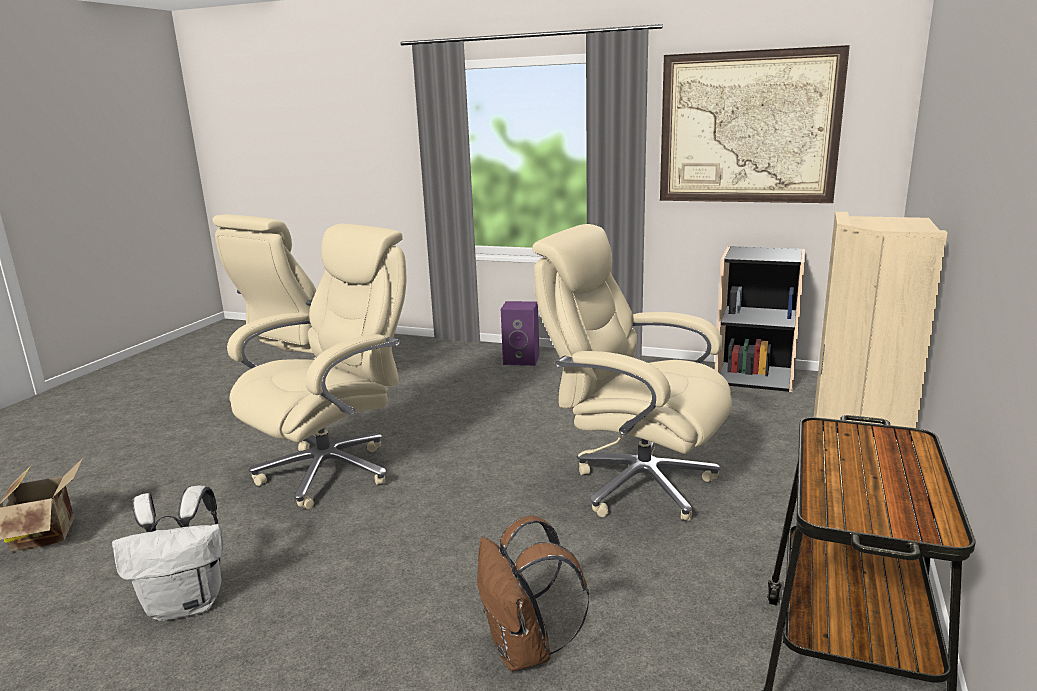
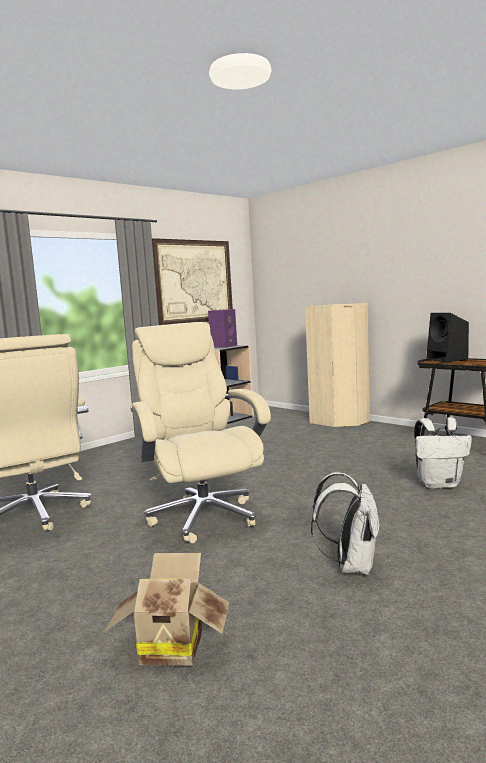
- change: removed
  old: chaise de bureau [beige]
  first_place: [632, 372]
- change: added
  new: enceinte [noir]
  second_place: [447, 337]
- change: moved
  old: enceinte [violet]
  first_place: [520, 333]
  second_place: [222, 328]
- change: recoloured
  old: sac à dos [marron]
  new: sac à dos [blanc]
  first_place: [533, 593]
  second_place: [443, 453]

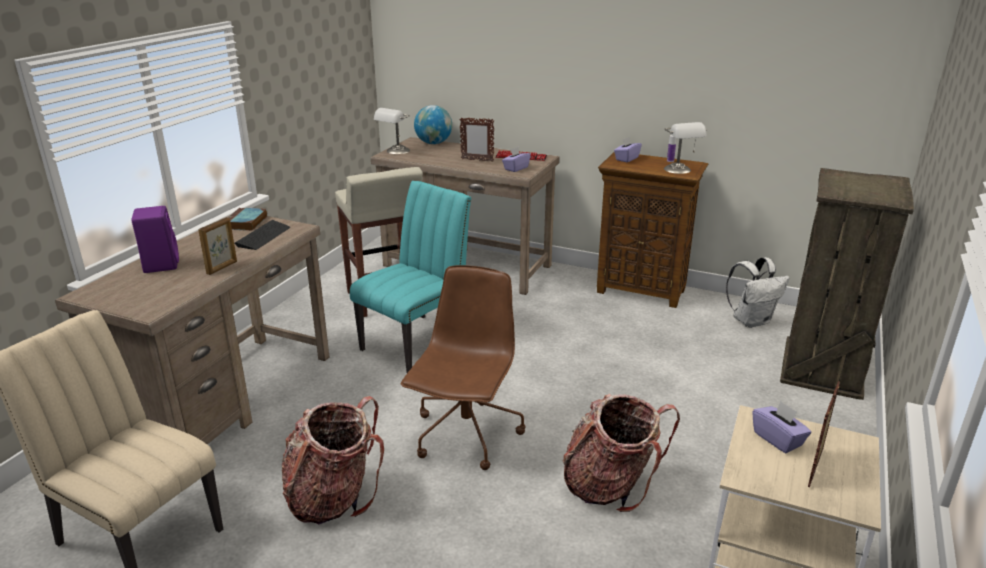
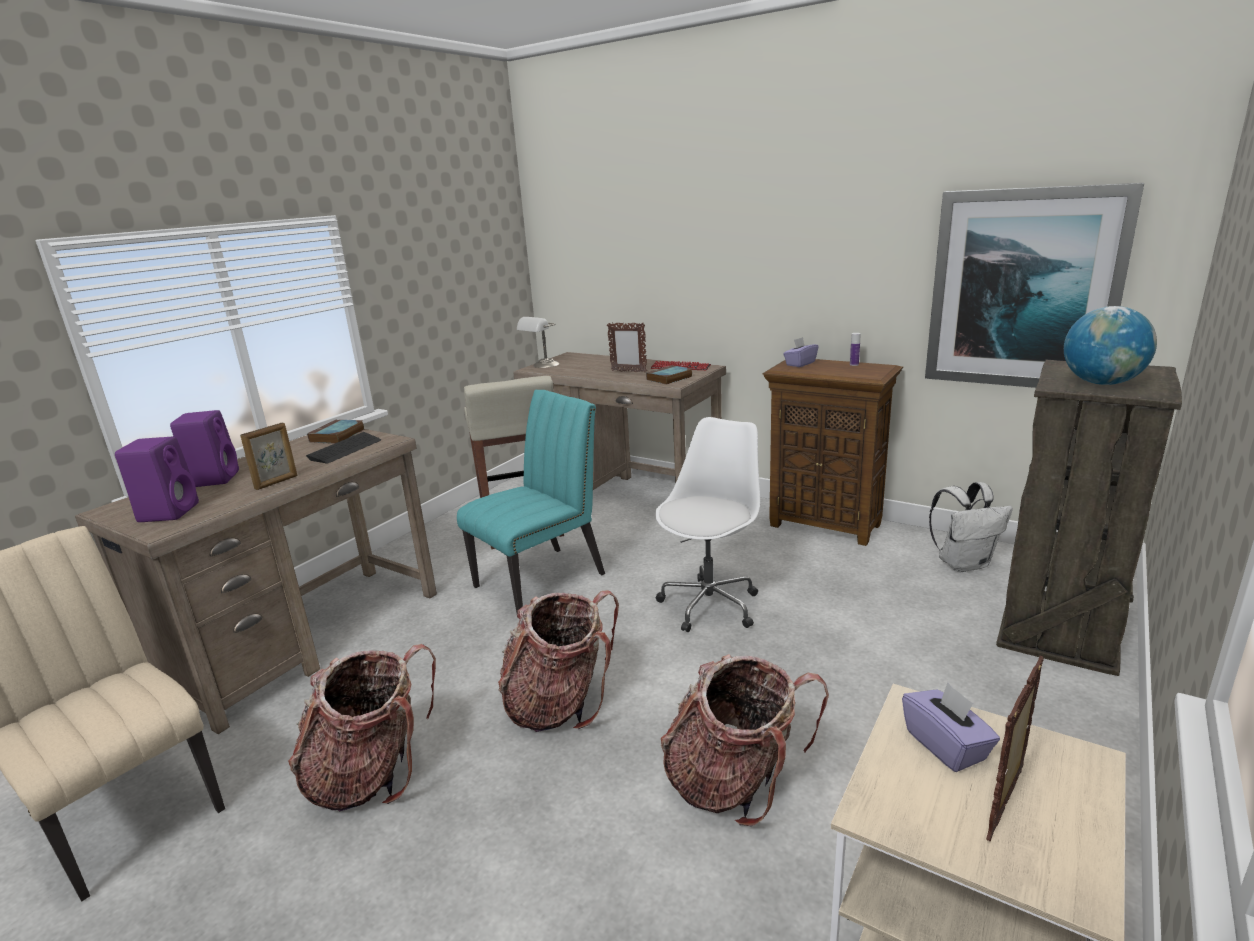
- change: removed
  old: lampe de table [blanc]
  first_place: [685, 148]
- change: added
  new: enceinte [violet]
  second_place: [157, 479]
- change: added
  new: chaise de bureau [blanc]
  second_place: [707, 524]
- change: added
  new: tableau
  second_place: [1034, 285]
- change: moved
  old: globe
  first_place: [433, 124]
  second_place: [1110, 345]
- change: replaced
  old: chaise de bureau [marron]
  new: sac à dos
  first_place: [463, 367]
  second_place: [558, 661]
- change: replaced
  old: boîte à mouchoirs [violet]
  new: livre
  first_place: [516, 159]
  second_place: [669, 375]

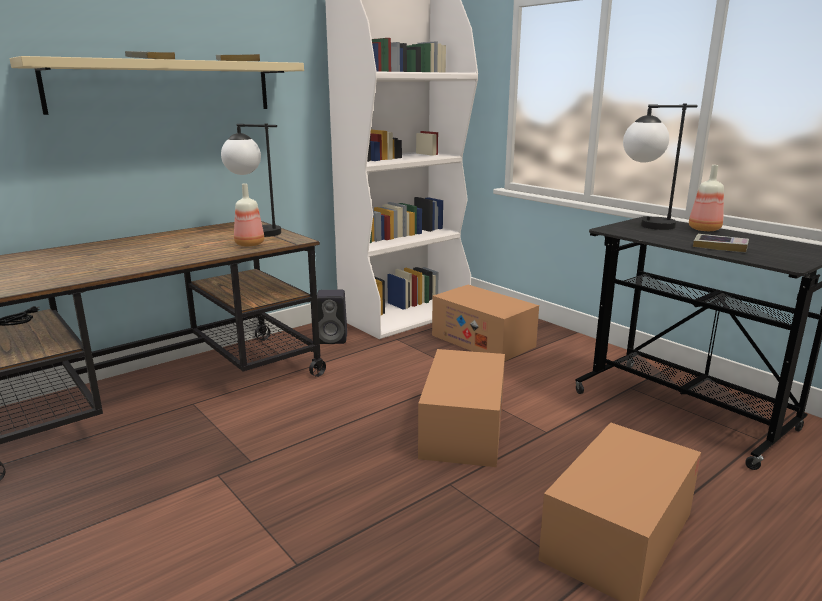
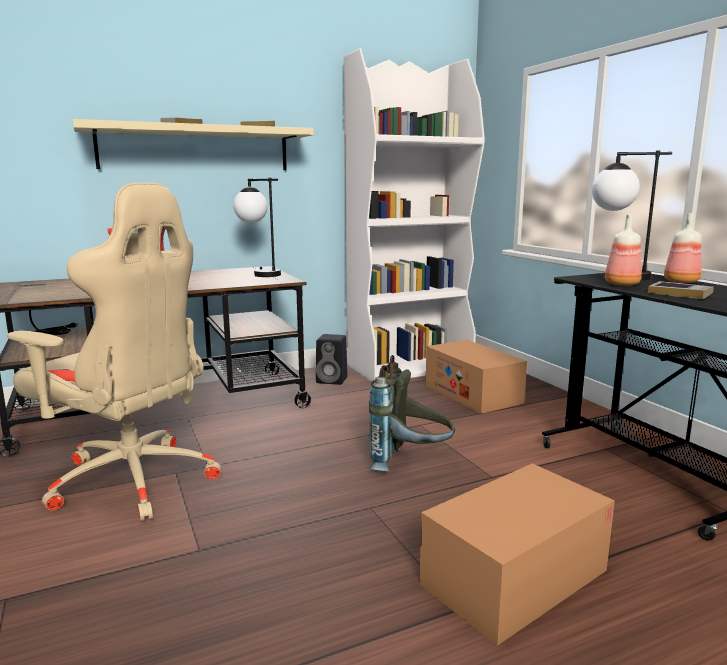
- change: added
  new: chaise de bureau [beige]
  second_place: [114, 352]
- change: moved
  old: bouteille
  first_place: [249, 215]
  second_place: [623, 250]
- change: replaced
  old: carton
  new: sac à dos [gris]
  first_place: [461, 408]
  second_place: [412, 413]

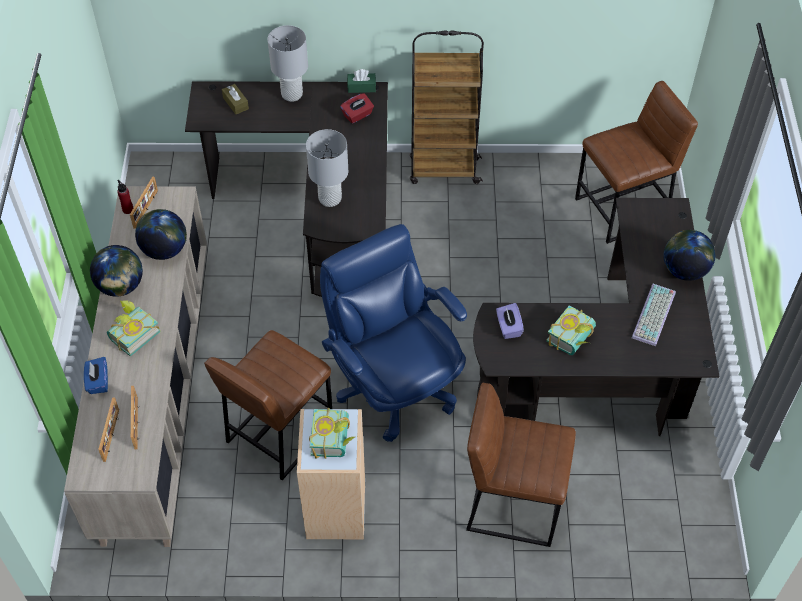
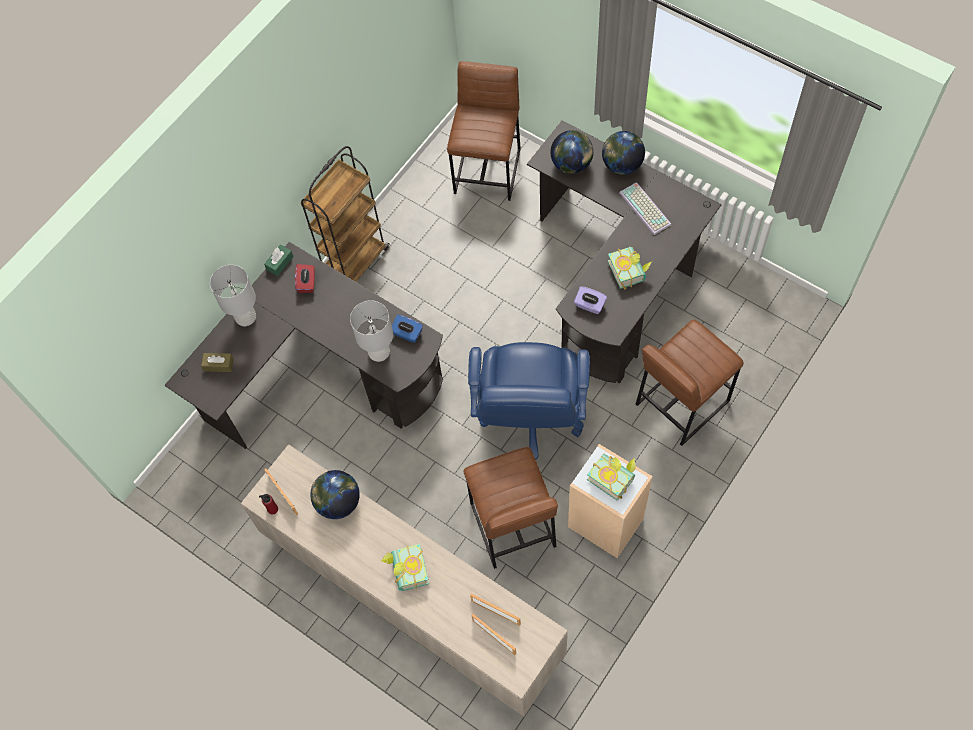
- change: moved
  old: boîte à mouchoirs [bleu]
  first_place: [96, 375]
  second_place: [407, 329]
- change: moved
  old: globe
  first_place: [116, 271]
  second_place: [571, 152]
- change: turned
  old: chaise de bureau [bleu]
  first_place: [393, 333]
  second_place: [529, 401]
  degrees: -90

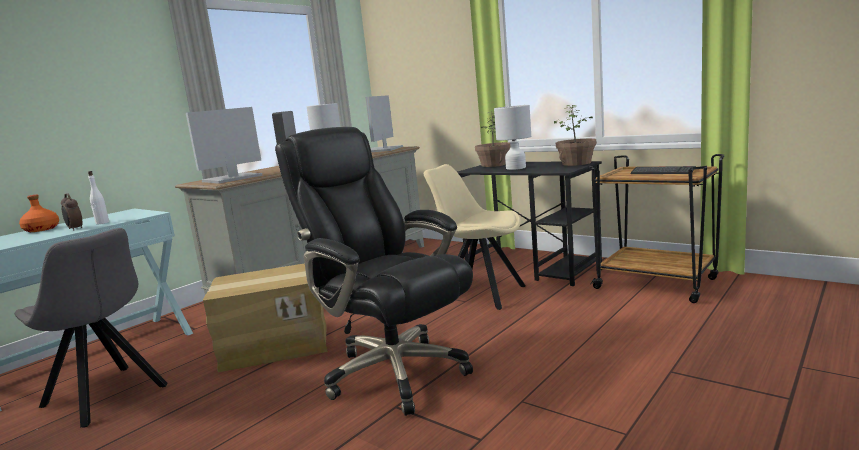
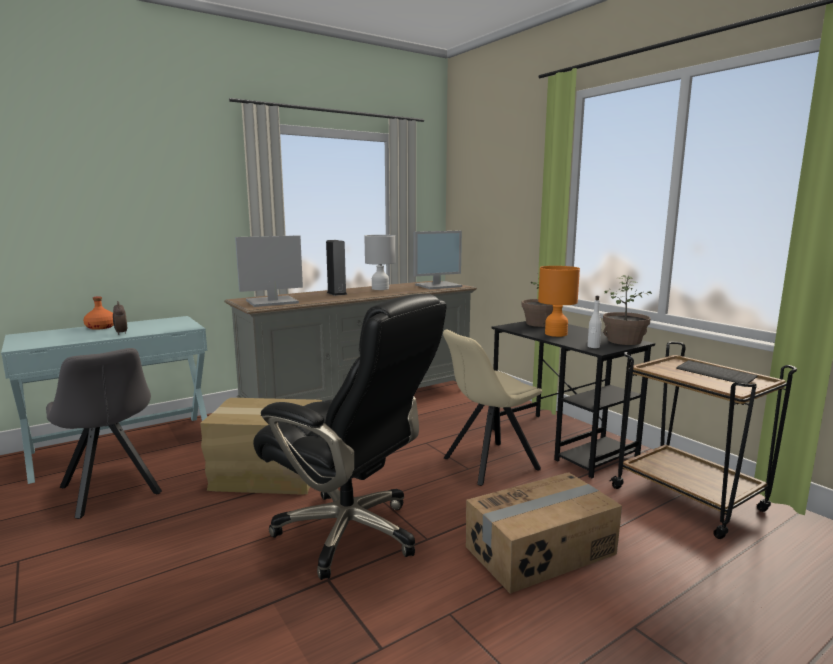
- change: added
  new: carton
  second_place: [544, 533]
- change: moved
  old: bouteille [blanc]
  first_place: [98, 197]
  second_place: [594, 322]
- change: recoloured
  old: lampe de table [gris]
  new: lampe de table [orange]
  first_place: [512, 137]
  second_place: [559, 301]
- change: turned
  old: chaise de bureau [noir]
  first_place: [374, 271]
  second_place: [350, 437]
  degrees: 150
- change: turned
  old: écran d'ordinateur
  first_place: [384, 123]
  second_place: [438, 260]
  degrees: -150
- change: turned
  old: chaise [beige]
  first_place: [474, 237]
  second_place: [492, 407]
  degrees: -75

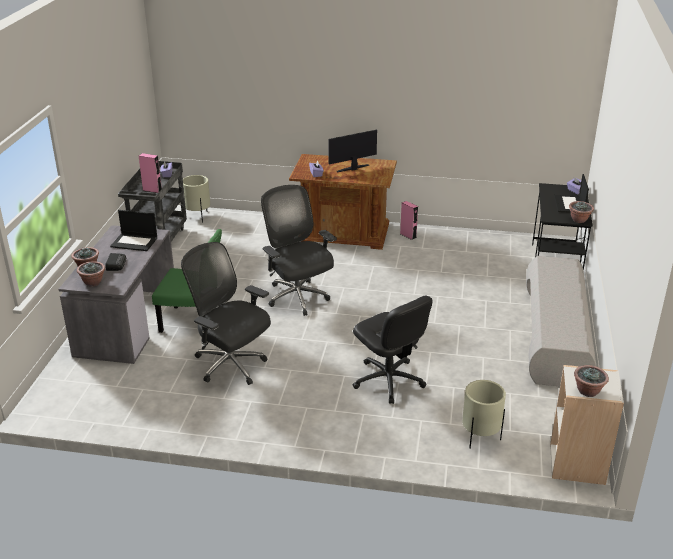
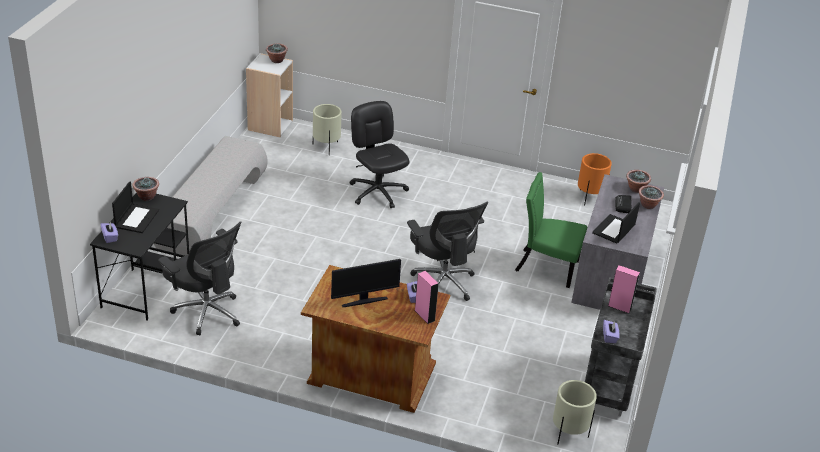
- change: added
  new: cache-pot [orange]
  second_place: [595, 179]
- change: moved
  old: chaise de bureau
  first_place: [226, 313]
  second_place: [199, 278]
- change: moved
  old: enceinte [rose]
  first_place: [409, 220]
  second_place: [427, 297]
- change: turned
  old: ordinateur portable
  first_place: [133, 230]
  second_place: [616, 223]
  degrees: -75

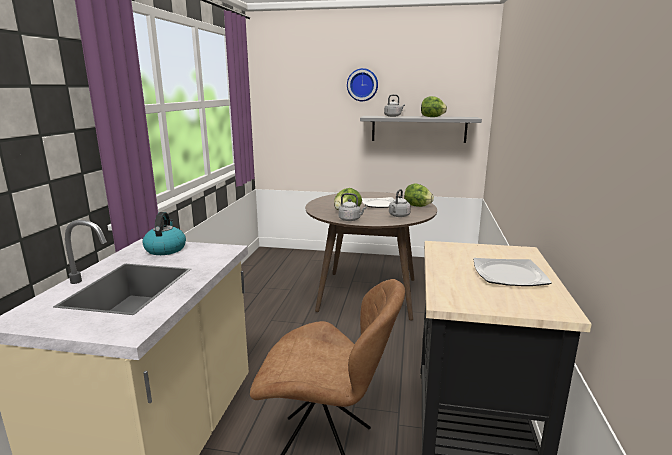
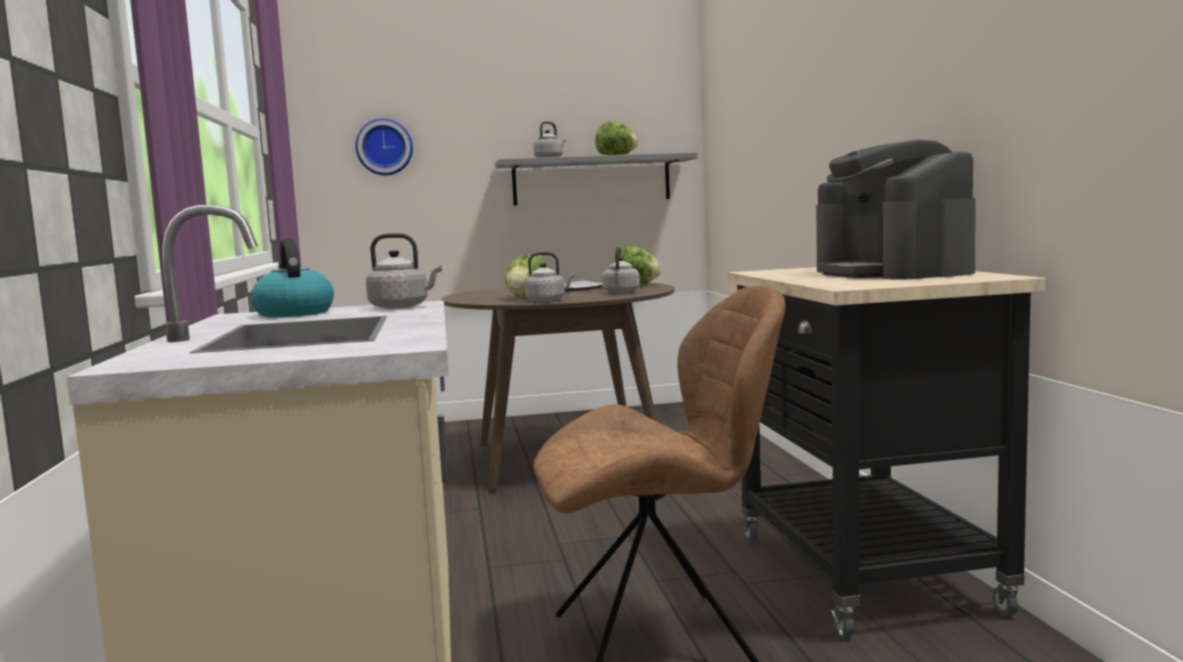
- change: added
  new: bouilloire [gris]
  second_place: [404, 271]
- change: moved
  old: horloge murale
  first_place: [362, 84]
  second_place: [384, 147]
- change: replaced
  old: assiette
  new: machine à café
  first_place: [512, 272]
  second_place: [895, 209]

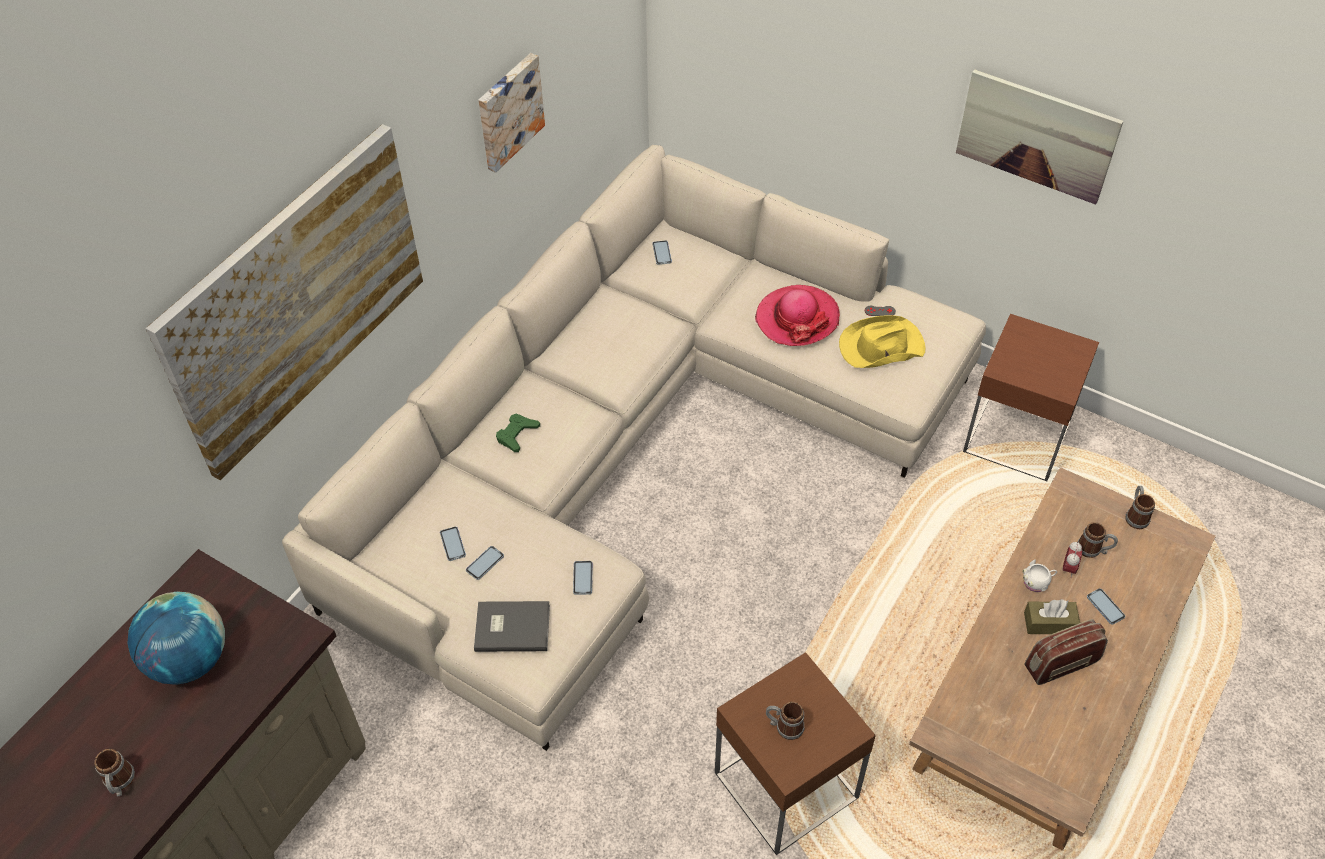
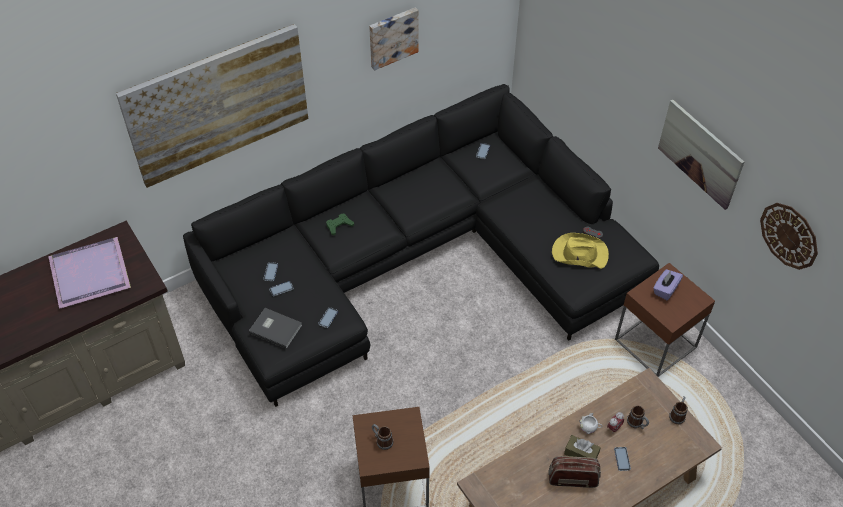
- change: removed
  old: mug
  first_place: [114, 772]
- change: removed
  old: chapeau
  first_place: [797, 315]
- change: added
  new: boîte à mouchoirs [violet]
  second_place: [668, 284]
- change: added
  new: horloge murale
  second_place: [789, 236]
- change: replaced
  old: globe
  new: plateau [violet]
  first_place: [176, 638]
  second_place: [89, 273]
- change: recoloured
  old: canapé [beige]
  new: canapé [noir]
  first_place: [634, 448]
  second_place: [421, 245]

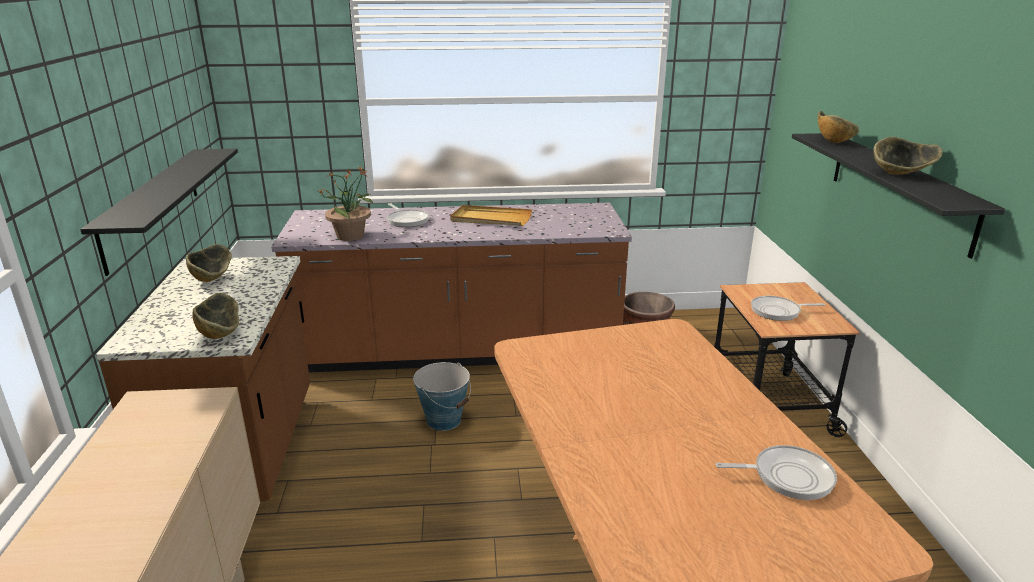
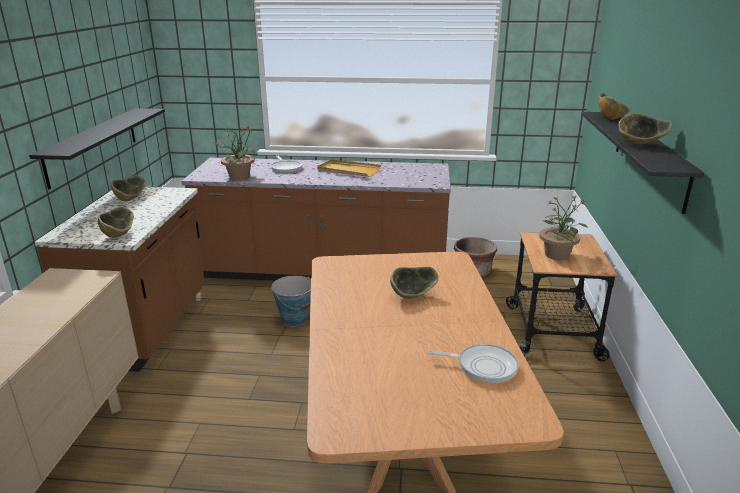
- change: added
  new: bol
  second_place: [414, 283]
- change: replaced
  old: poêle
  new: plante en pot
  first_place: [788, 308]
  second_place: [563, 227]

